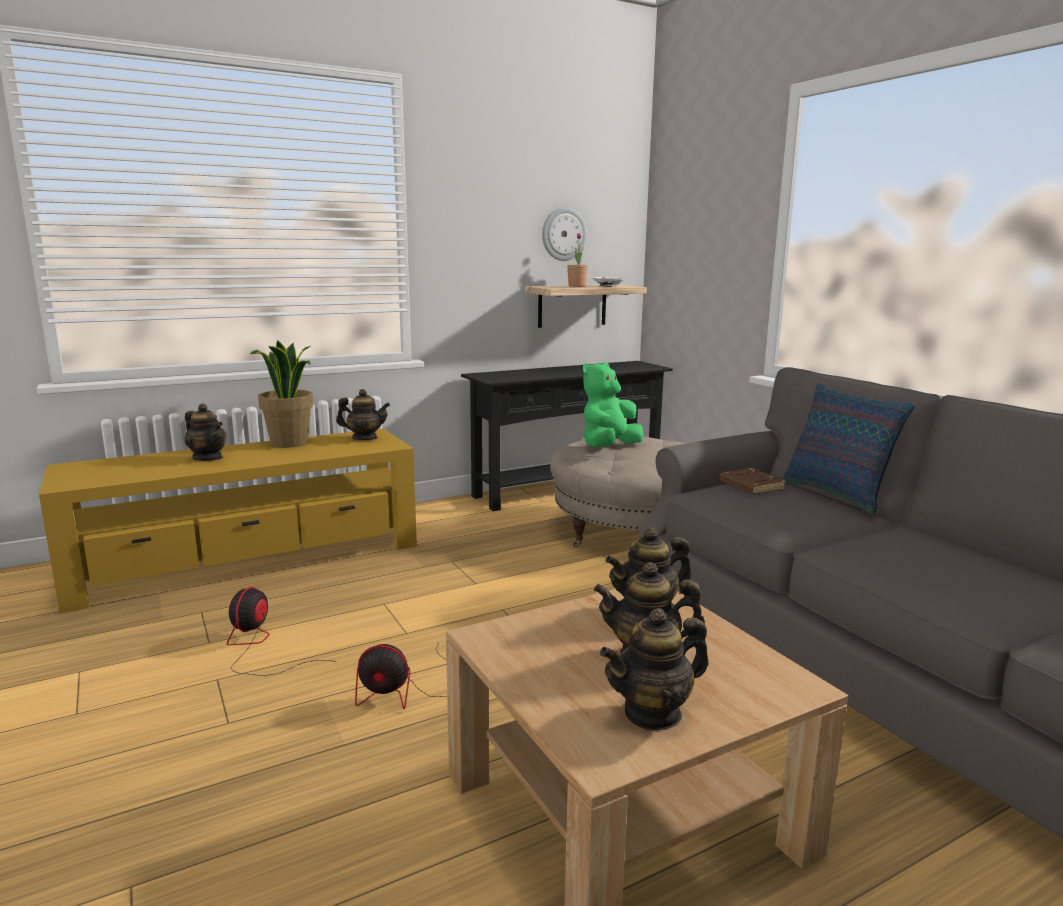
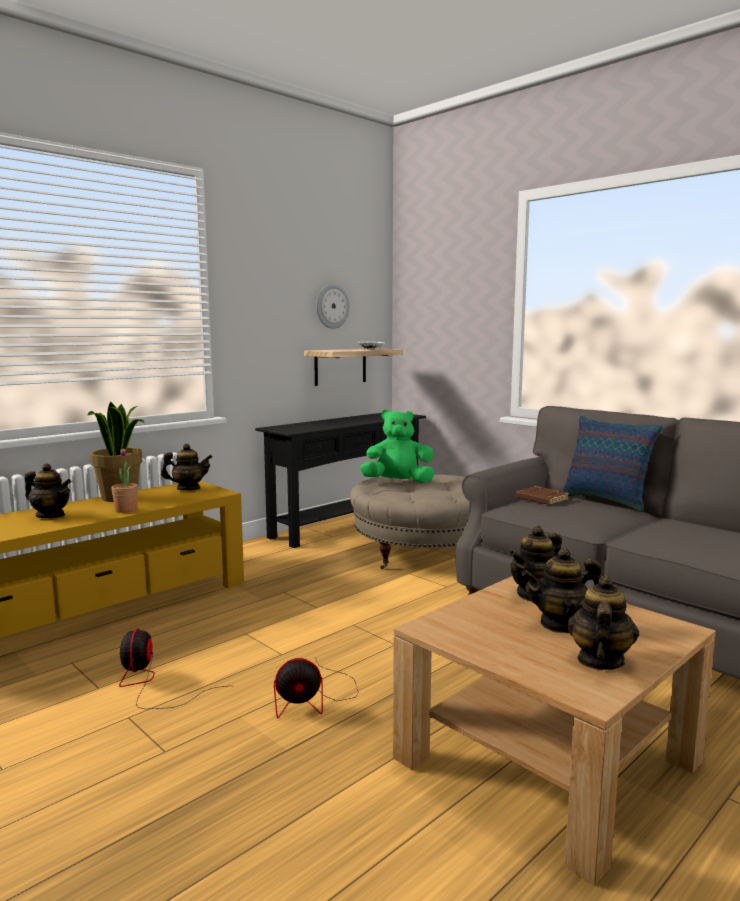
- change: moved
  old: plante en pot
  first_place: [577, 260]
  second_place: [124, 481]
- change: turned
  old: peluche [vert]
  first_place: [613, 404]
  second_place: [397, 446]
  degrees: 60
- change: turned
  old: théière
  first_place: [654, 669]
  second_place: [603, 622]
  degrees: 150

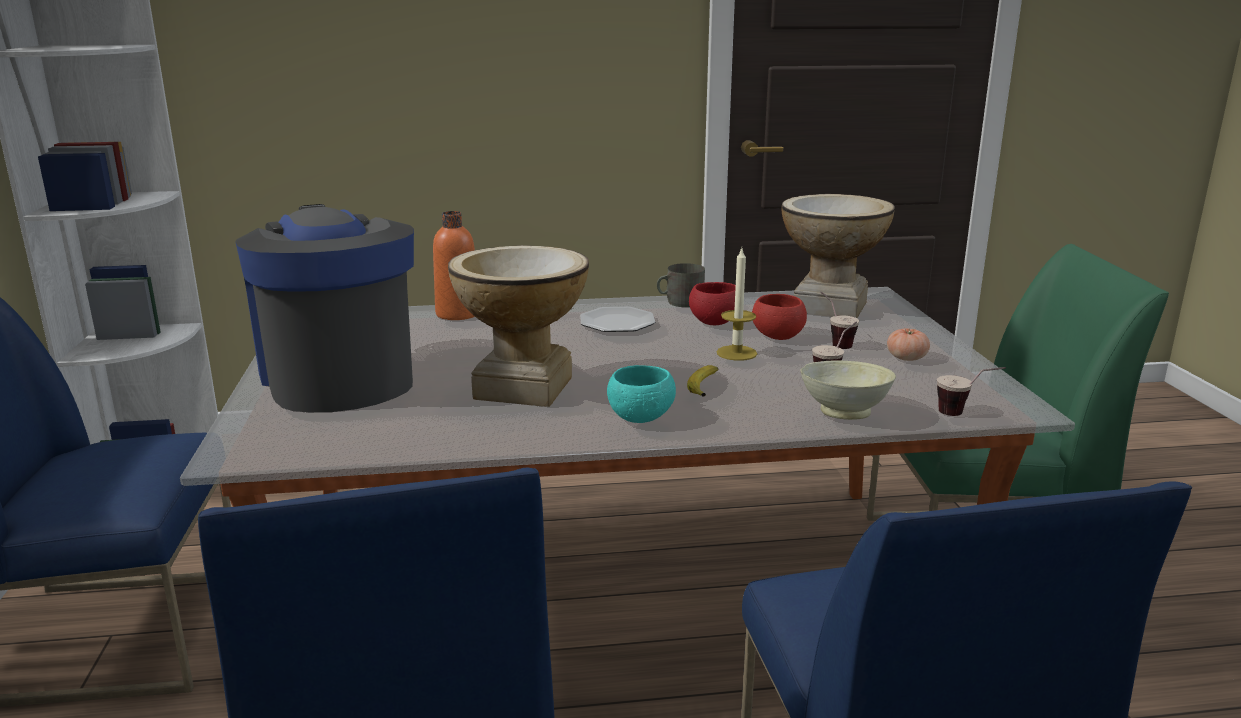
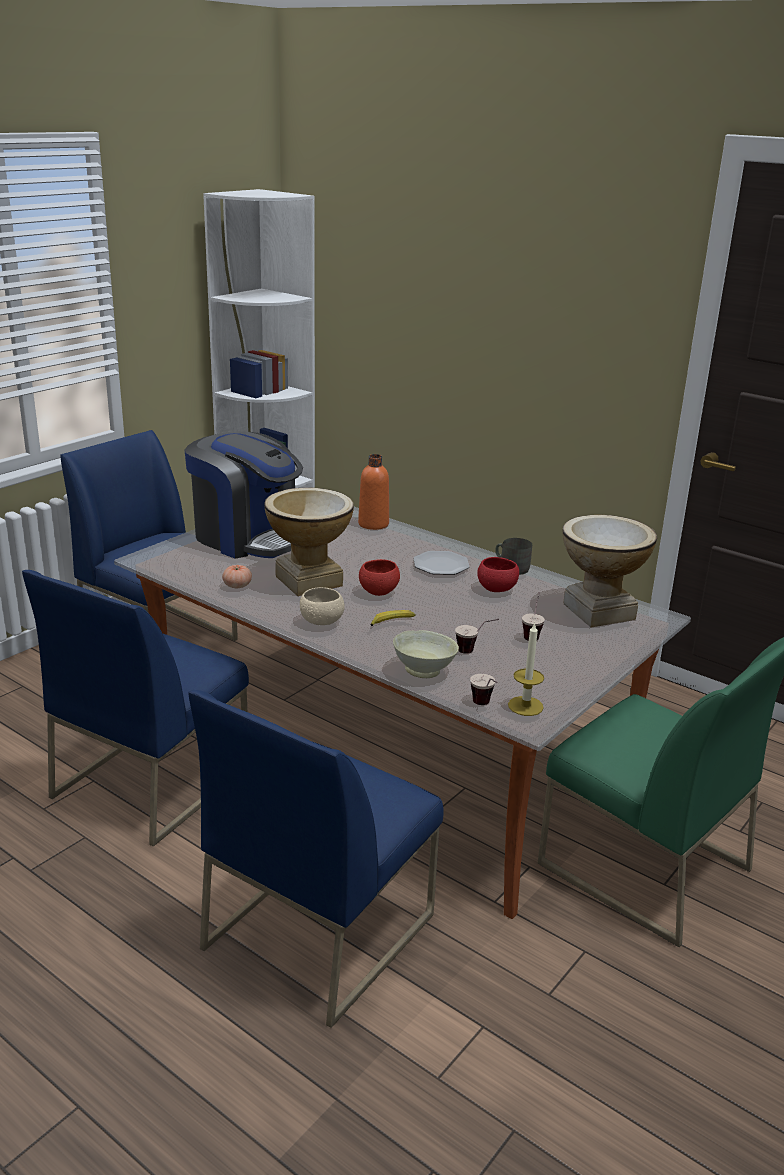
- change: moved
  old: bougie
  first_place: [737, 305]
  second_place: [526, 669]
- change: moved
  old: bol [rouge]
  first_place: [779, 317]
  second_place: [379, 577]
- change: moved
  old: tomate
  first_place: [908, 344]
  second_place: [237, 576]
- change: recoloured
  old: bol [turquoise]
  new: bol [beige]
  first_place: [641, 394]
  second_place: [322, 606]
- change: turned
  old: machine à café
  first_place: [325, 308]
  second_place: [243, 495]
  degrees: 105

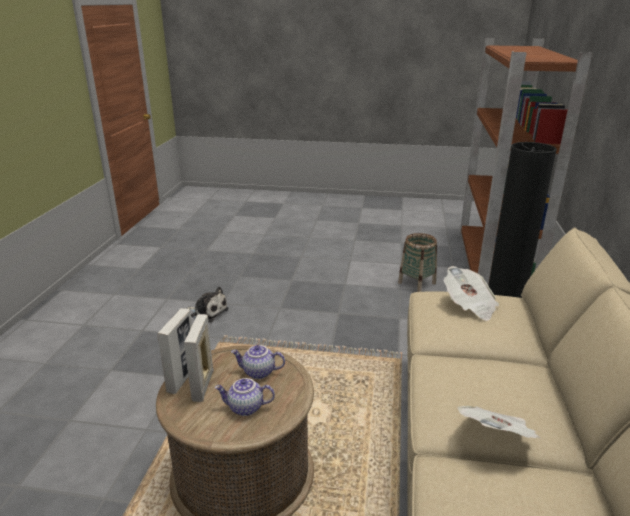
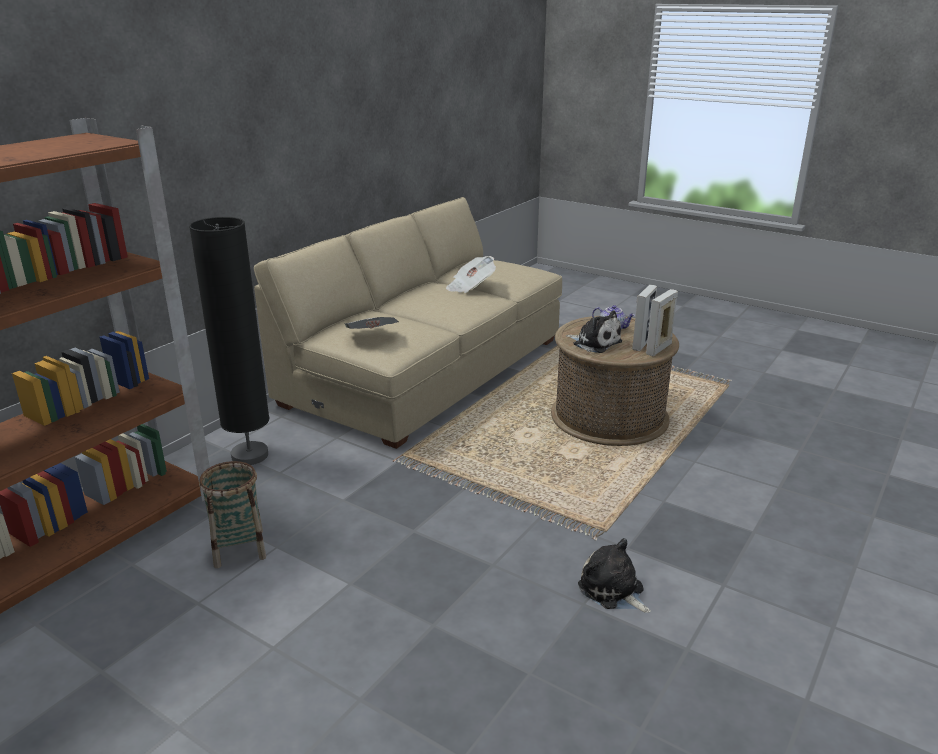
- change: replaced
  old: théière
  new: peluche
  first_place: [258, 362]
  second_place: [594, 332]

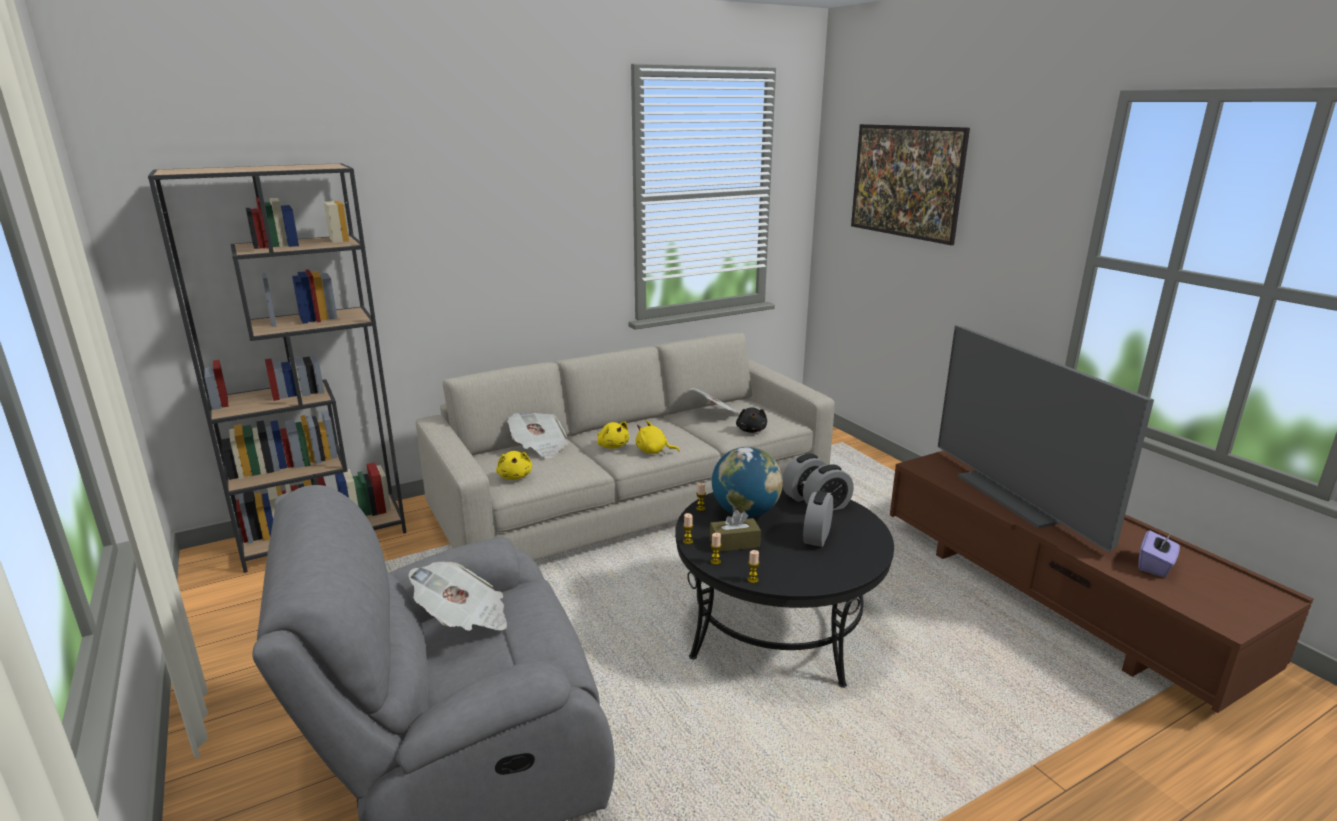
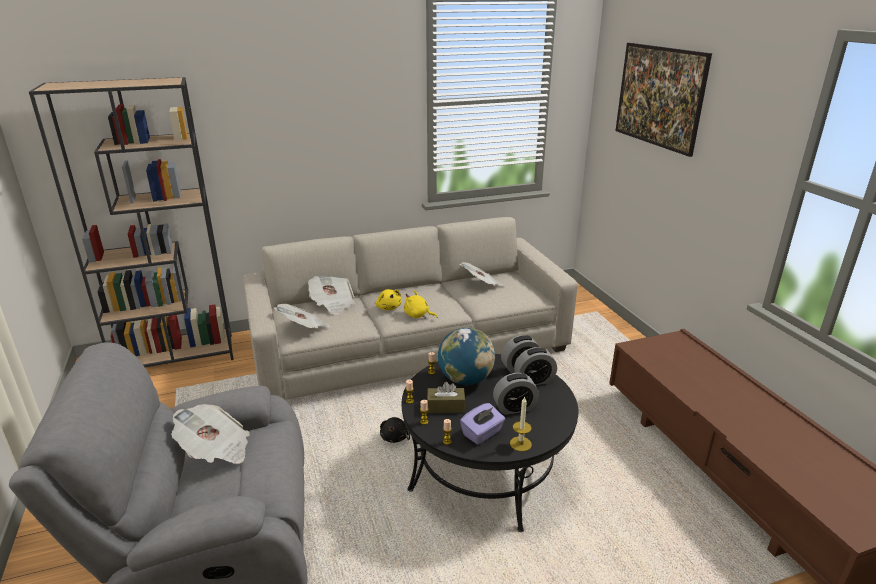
- change: removed
  old: téléviseur
  first_place: [1046, 438]
- change: added
  new: bougie
  second_place: [521, 423]
- change: moved
  old: peluche [noir]
  first_place: [751, 420]
  second_place: [394, 430]
- change: moved
  old: boîte à mouchoirs [violet]
  first_place: [1159, 553]
  second_place: [482, 424]
- change: replaced
  old: peluche [jaune]
  new: journal
  first_place: [514, 465]
  second_place: [302, 316]
- change: turned
  old: réveil
  first_place: [818, 519]
  second_place: [516, 394]
  degrees: -135

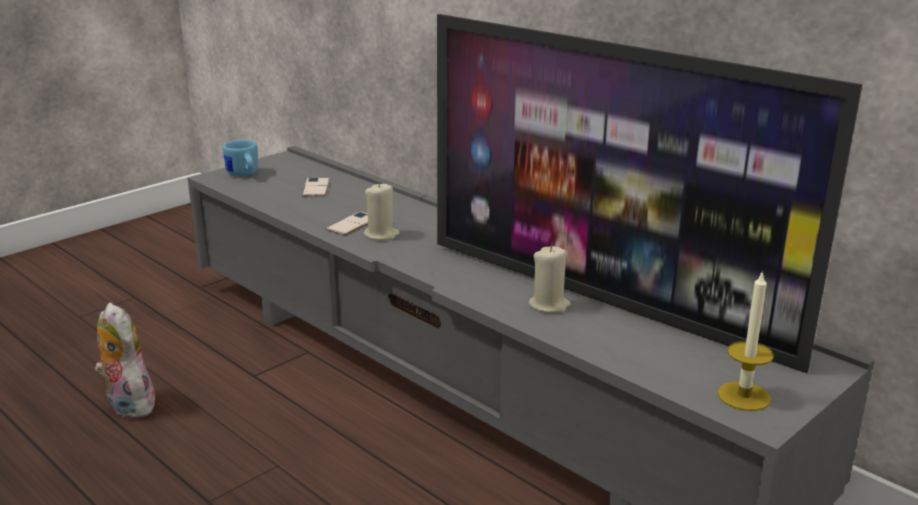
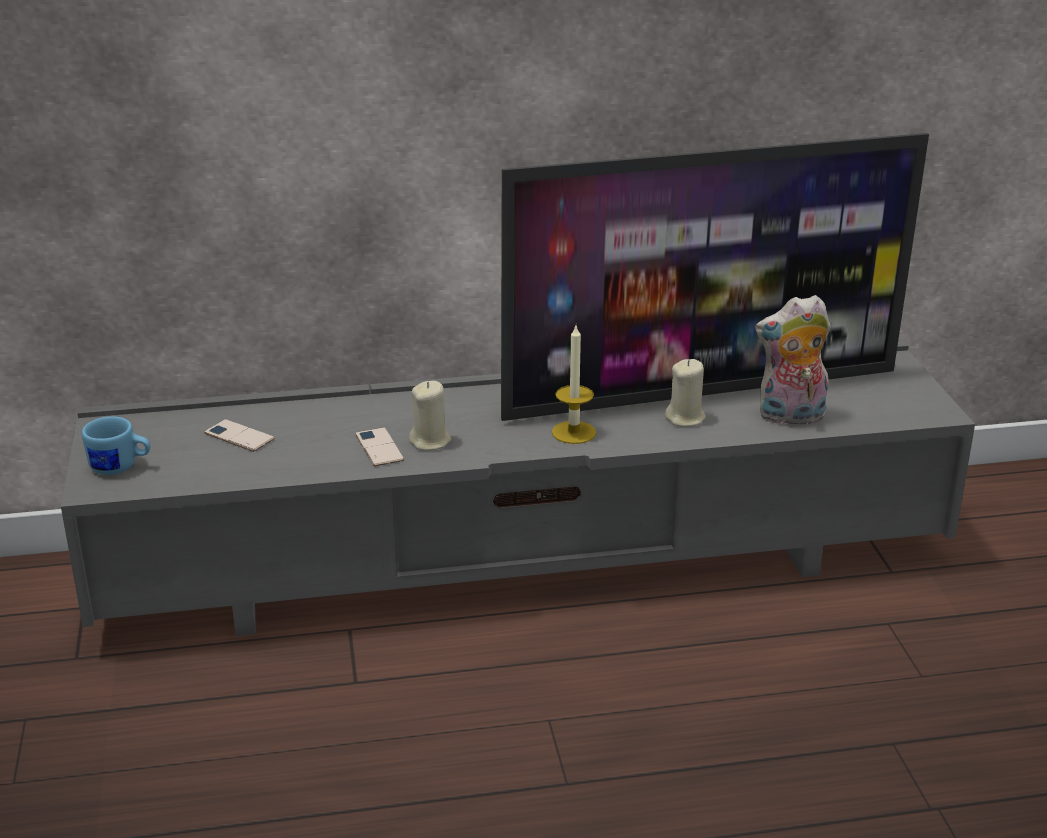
- change: moved
  old: peluche
  first_place: [126, 361]
  second_place: [793, 360]
- change: moved
  old: bougie
  first_place: [745, 340]
  second_place: [574, 385]

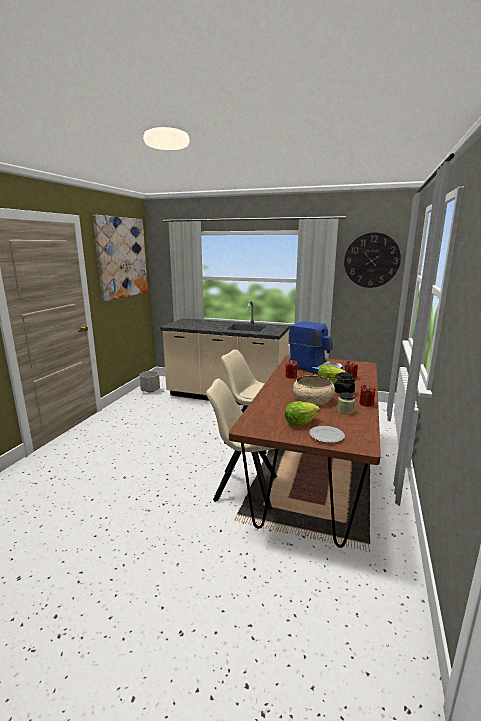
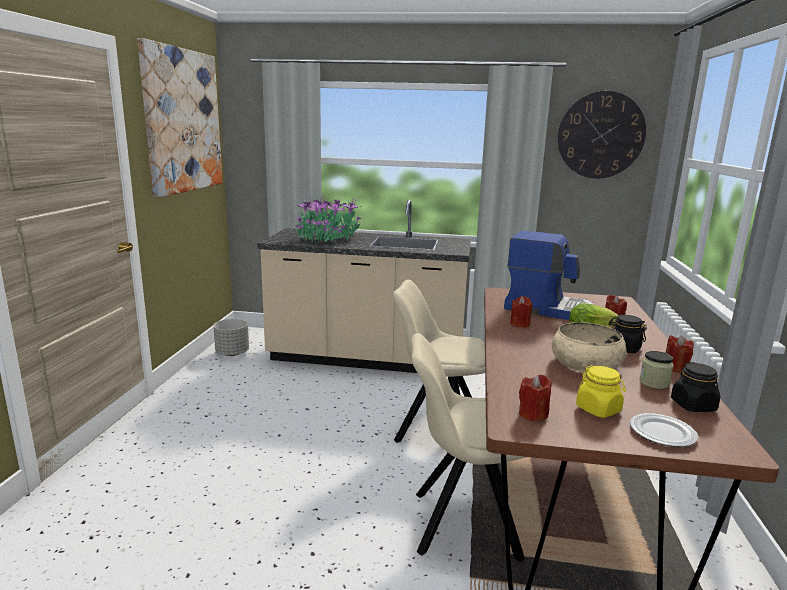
- change: added
  new: plante en pot
  second_place: [328, 219]
- change: added
  new: bougie [rouge]
  second_place: [535, 398]
- change: added
  new: bocal [noir]
  second_place: [695, 387]
- change: replaced
  old: laitue
  new: bocal [jaune]
  first_place: [302, 413]
  second_place: [601, 391]

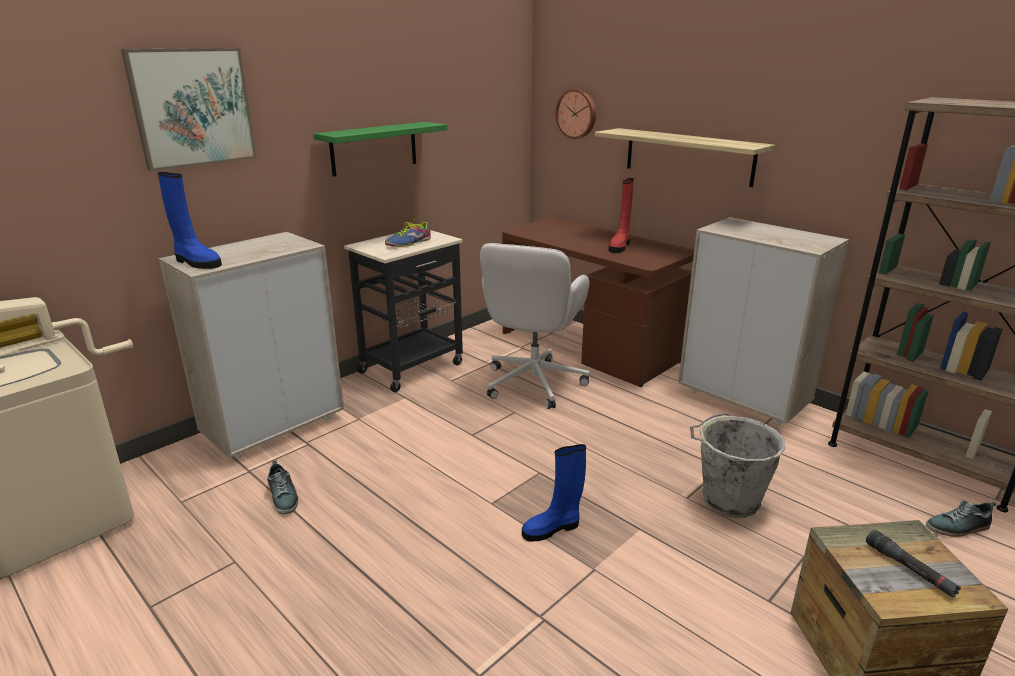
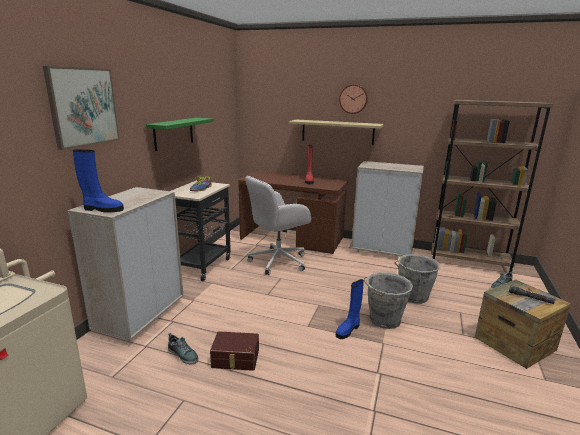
- change: added
  new: boîte de rangement [marron]
  second_place: [234, 351]
- change: added
  new: seau [gris]
  second_place: [388, 300]
- change: moved
  old: horloge murale
  first_place: [576, 114]
  second_place: [353, 99]
- change: turned
  old: chaise de bureau [blanc]
  first_place: [535, 326]
  second_place: [278, 225]
  degrees: 60

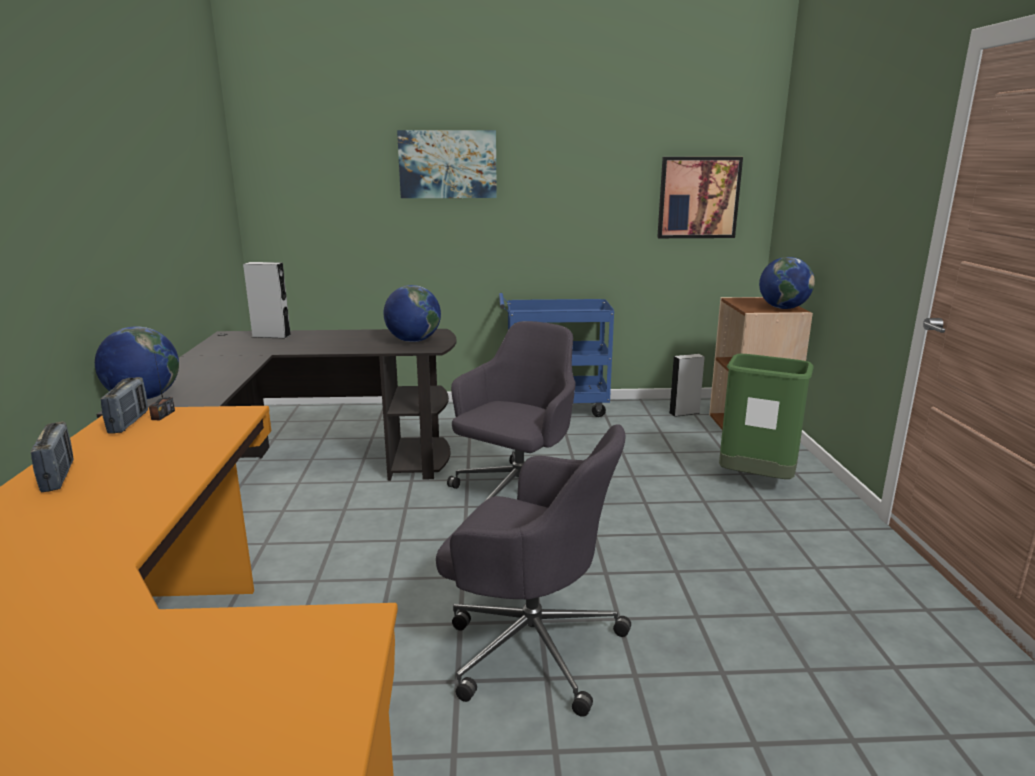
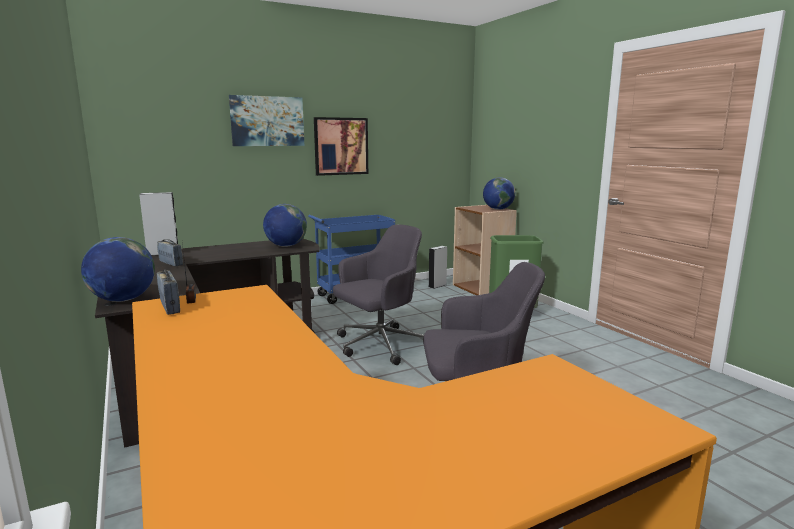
- change: moved
  old: radio
  first_place: [52, 457]
  second_place: [170, 252]
- change: moved
  old: tableau
  first_place: [700, 197]
  second_place: [341, 146]
- change: turned
  old: chaise de bureau [gris]
  first_place: [511, 411]
  second_place: [378, 294]
  degrees: 45

